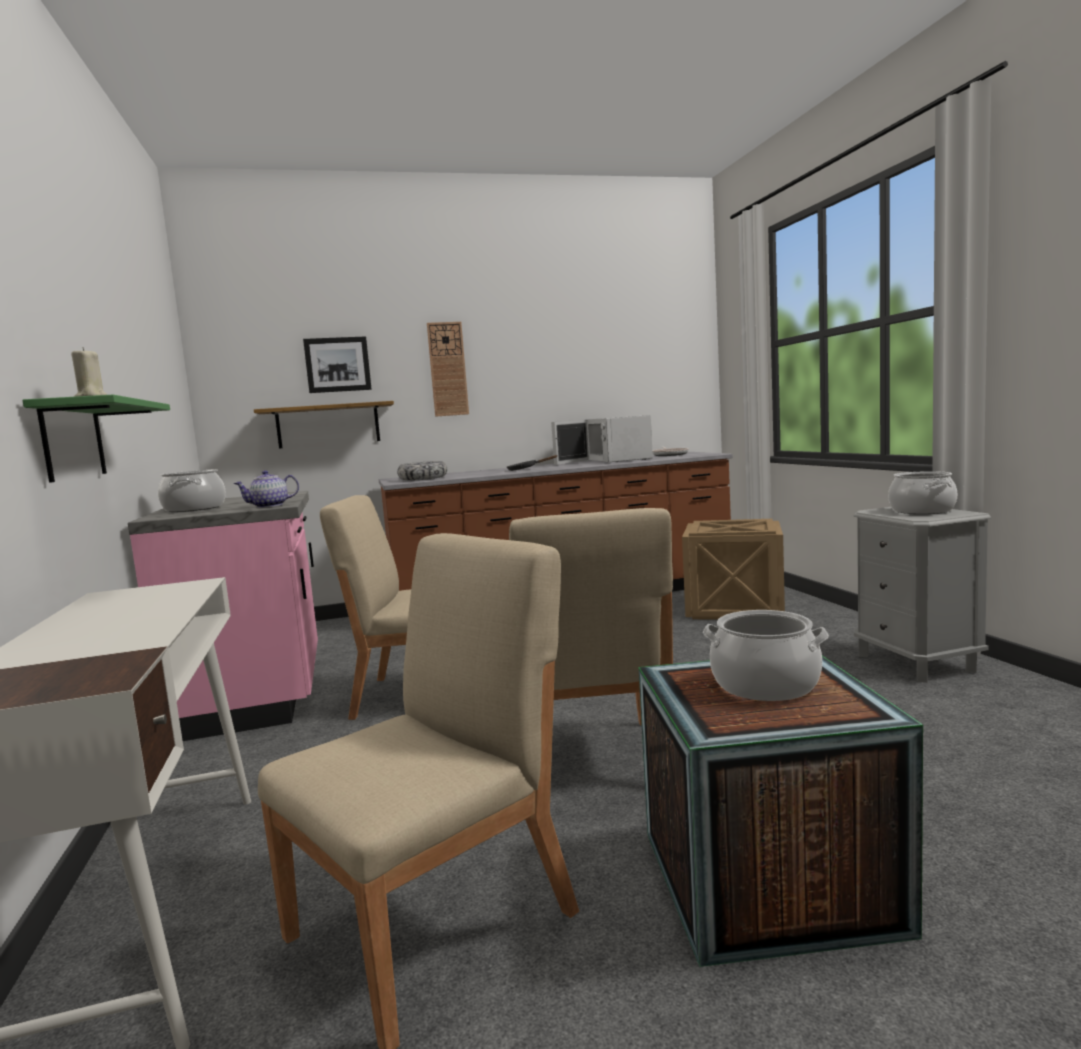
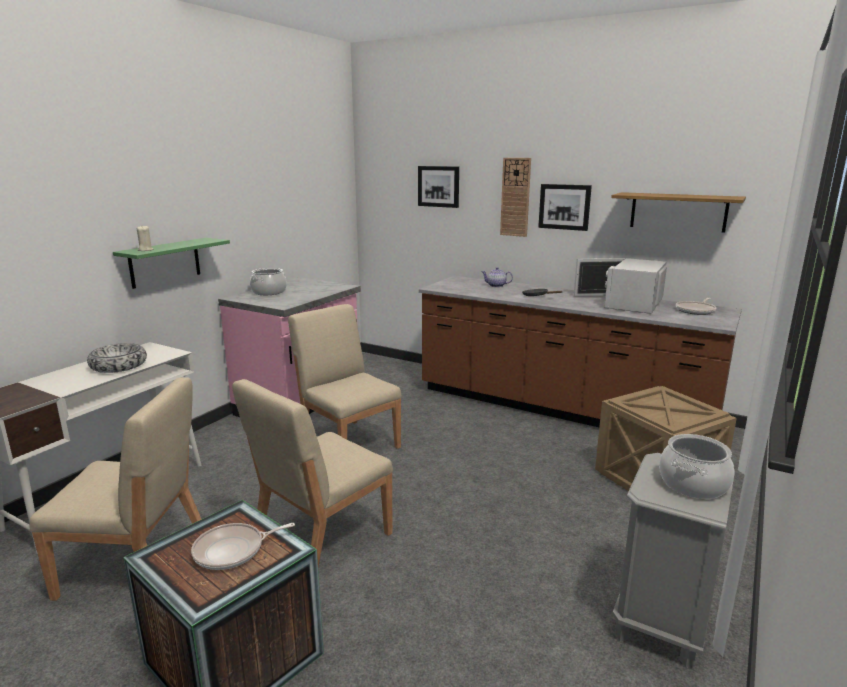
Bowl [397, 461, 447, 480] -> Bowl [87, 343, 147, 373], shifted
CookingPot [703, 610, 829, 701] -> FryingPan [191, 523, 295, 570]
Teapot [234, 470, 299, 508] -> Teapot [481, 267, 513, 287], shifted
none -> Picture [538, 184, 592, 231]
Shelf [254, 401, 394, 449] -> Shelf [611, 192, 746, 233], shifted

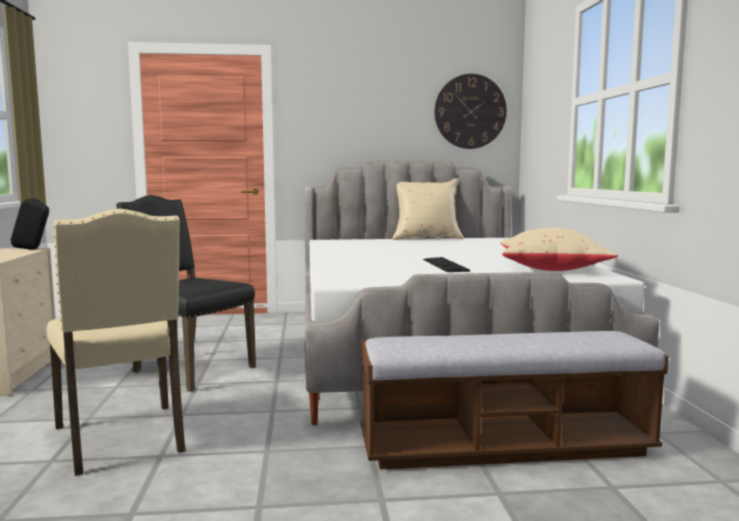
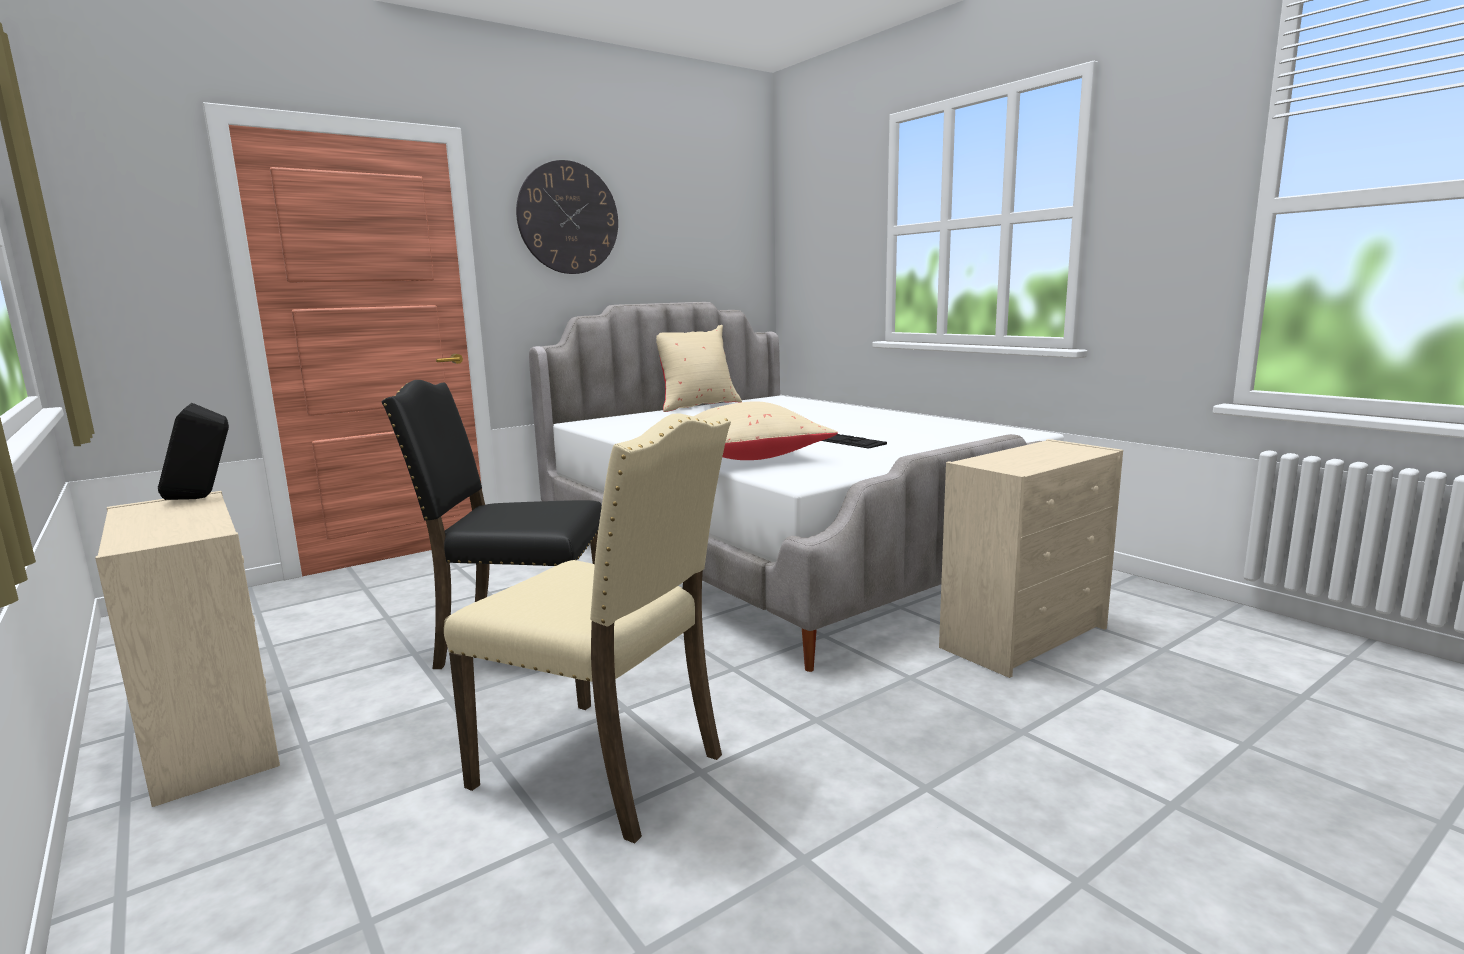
WallClock [435, 74, 507, 149] -> WallClock [516, 160, 618, 274], shifted
BeigePillow [500, 228, 618, 271] -> BeigePillow [693, 401, 838, 460], shifted
Bench [360, 331, 669, 470] -> BeigeDresser [939, 439, 1123, 678]

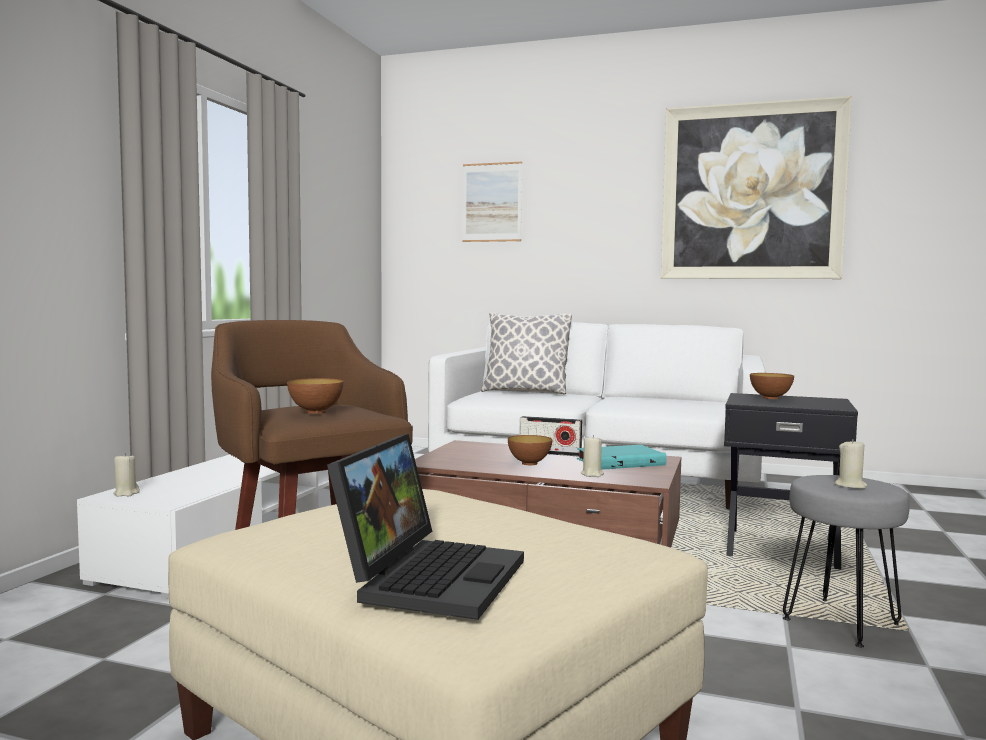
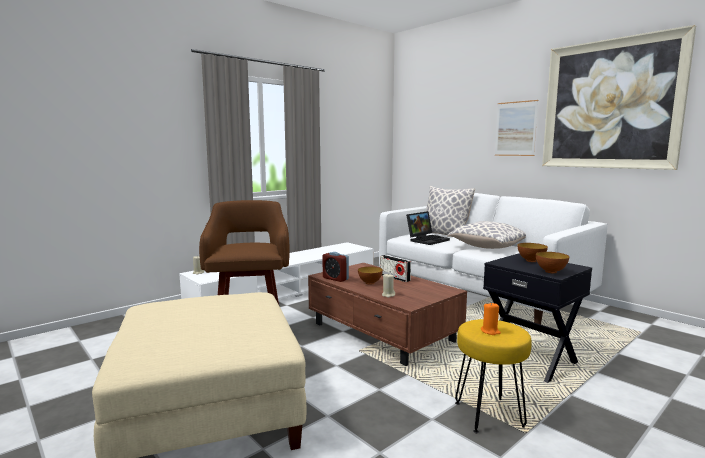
none -> AlarmClock [322, 252, 349, 282]
Laptop [327, 434, 524, 620] -> Laptop [406, 211, 450, 245], shifted
none -> Pillow [447, 221, 526, 249]
GreyStool [783, 475, 910, 647] -> YellowStool [455, 319, 532, 433]
BeigeCandle [835, 439, 867, 489] -> OrangeCandle [481, 303, 501, 335]
Picture [463, 162, 522, 242] -> Picture [495, 100, 538, 156], shifted
Bowl [287, 378, 344, 414] -> Bowl [536, 252, 569, 273], shifted
TurquoiseBook [577, 445, 667, 470] -> none

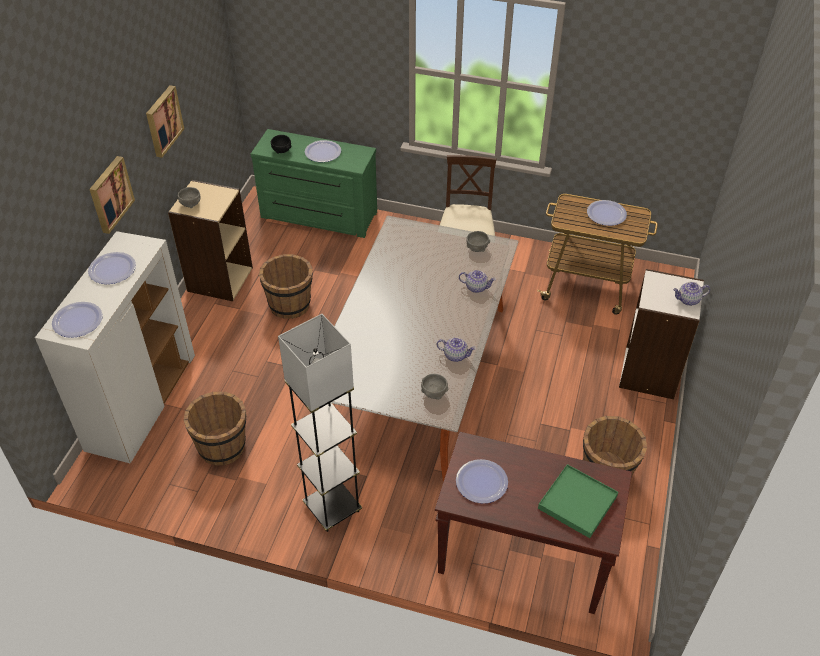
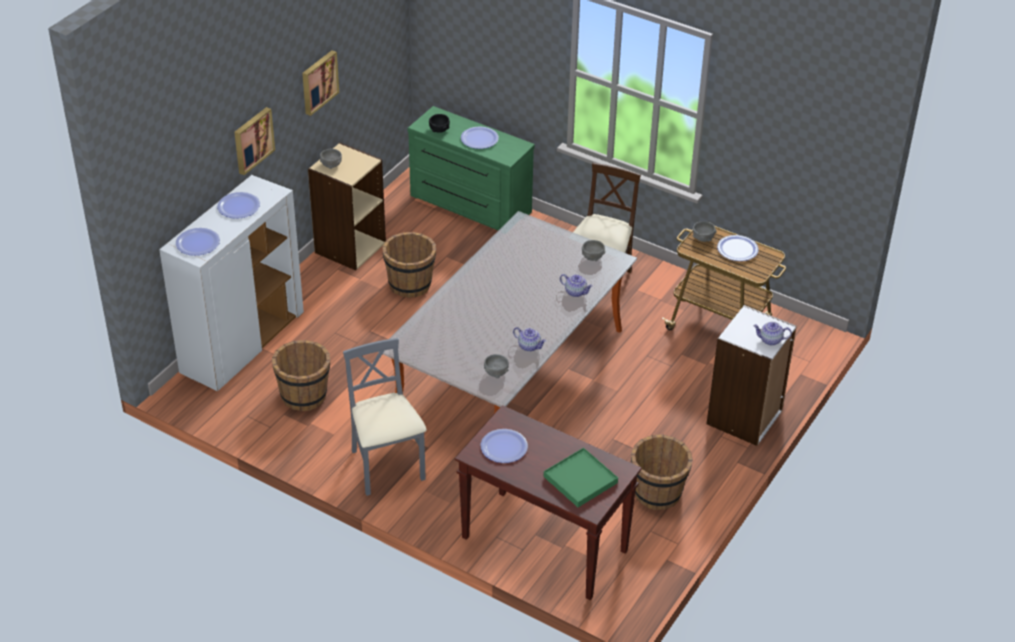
GreyFloorLamp [278, 314, 362, 532] -> GreyChair [343, 338, 427, 496]
none -> GreyBowl [693, 221, 717, 242]

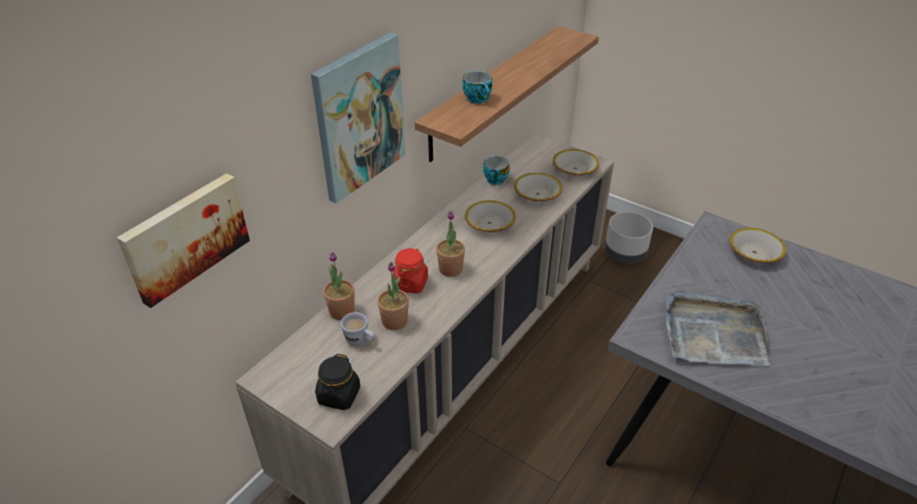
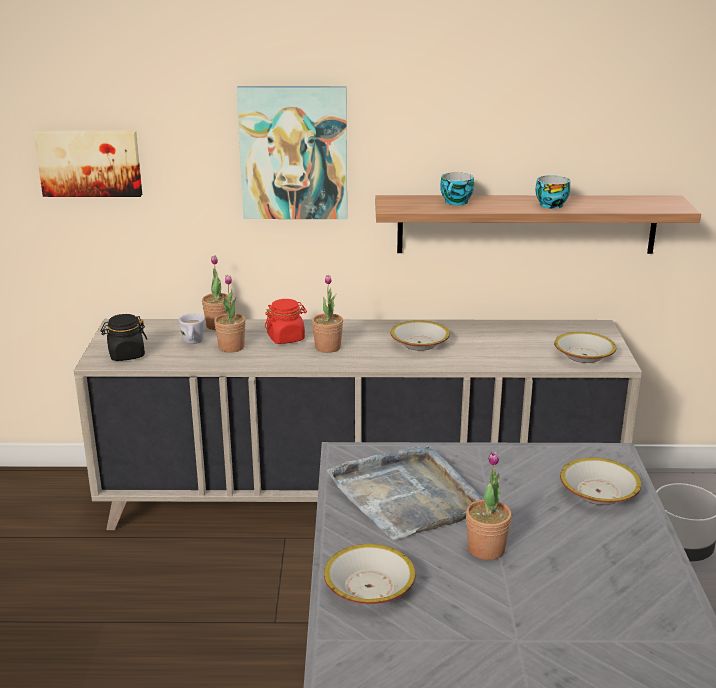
Bowl [514, 173, 562, 202] -> Bowl [324, 544, 416, 604], shifted
none -> PottedPlant [466, 451, 512, 560]
Cup [483, 156, 510, 185] -> Cup [536, 175, 570, 209], shifted

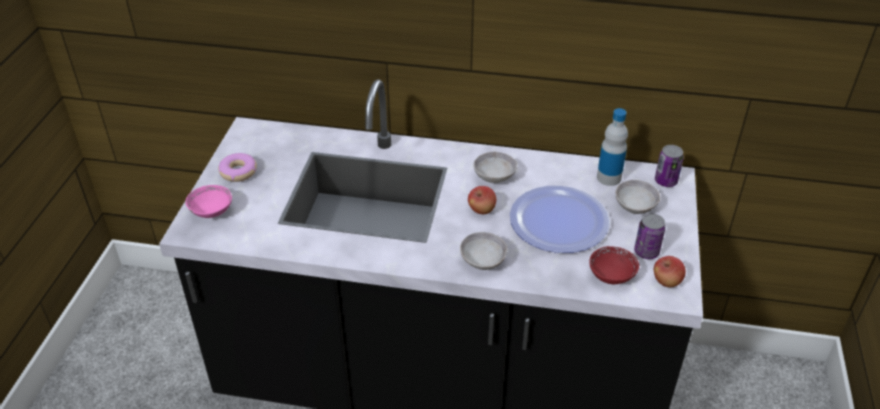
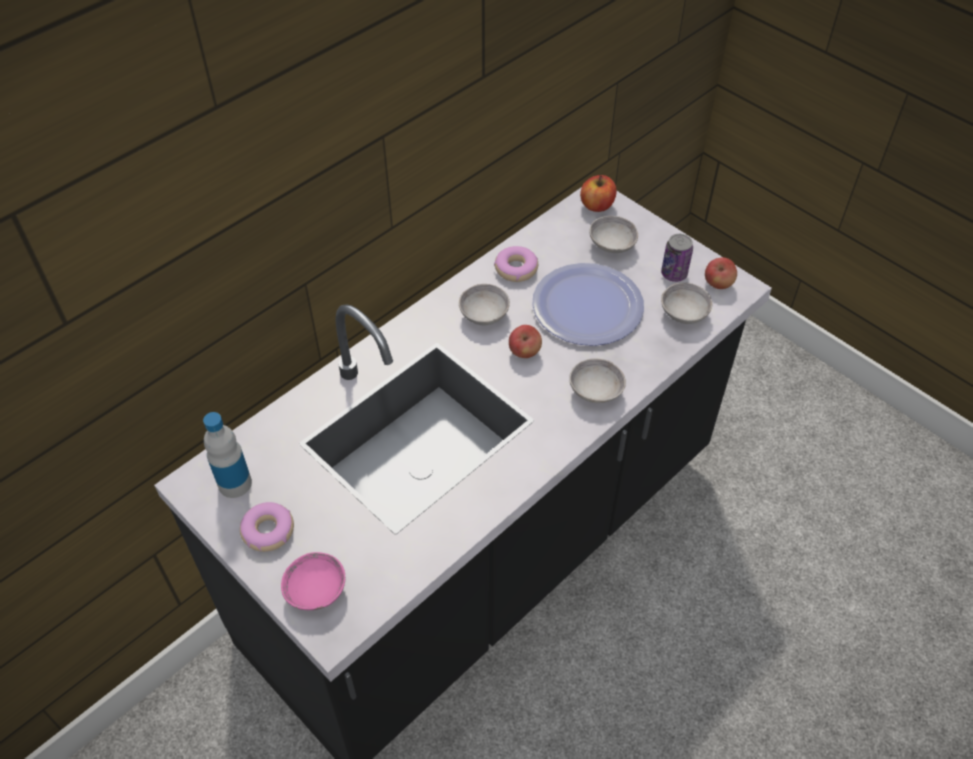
Bottle [597, 108, 628, 186] -> Bottle [203, 412, 252, 498], shifted
none -> Donut [494, 246, 538, 282]
Can [655, 145, 684, 187] -> Apple [580, 175, 617, 212]
RedBowl [589, 246, 639, 284] -> GreyBowl [661, 282, 712, 324]

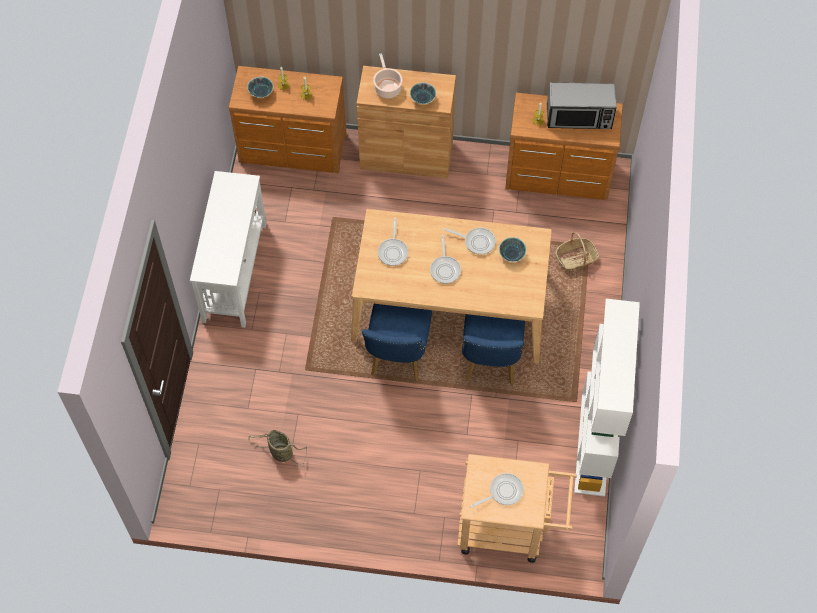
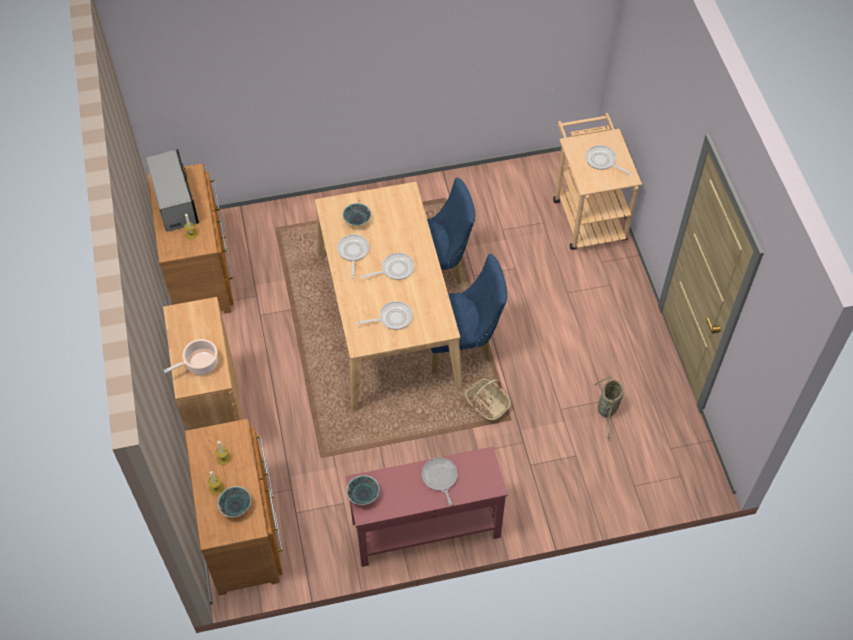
WhiteConsoleTable [190, 171, 267, 328] -> RedConsoleTable [345, 446, 507, 567]
Bowl [410, 82, 436, 104] -> Bowl [346, 475, 380, 505], shifted
none -> FryingPan [422, 457, 458, 505]
Basket [555, 232, 599, 271] -> Basket [465, 379, 511, 422], shifted
WhiteBookcase [574, 299, 640, 497] -> none

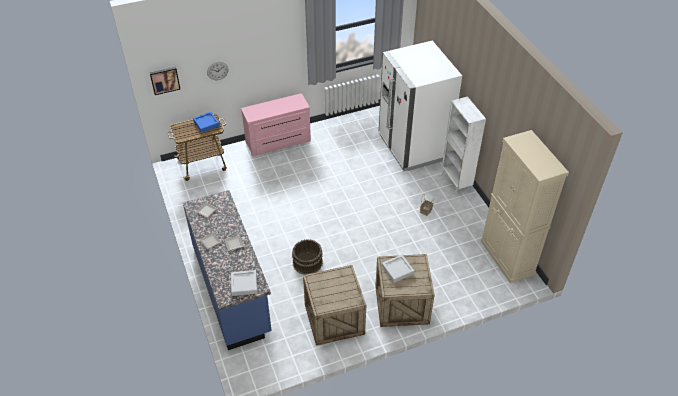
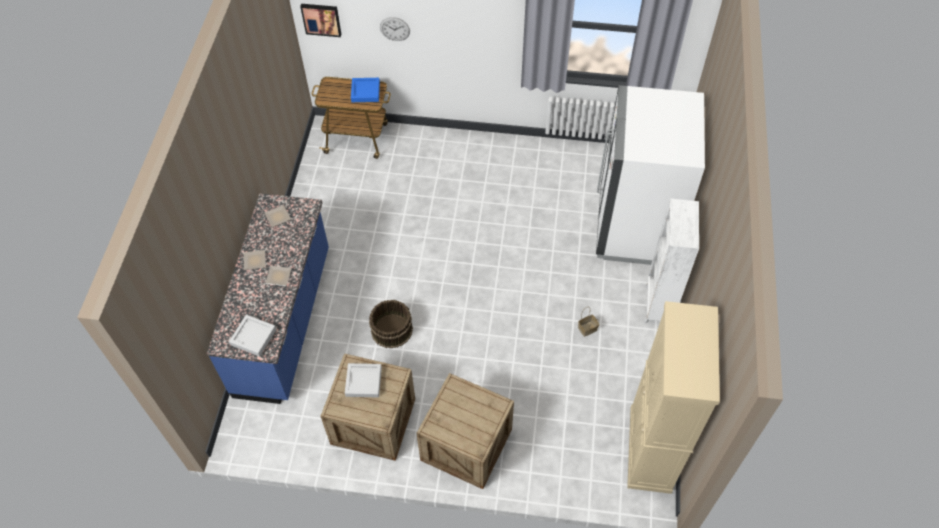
GreyTray [382, 255, 414, 283] -> GreyTray [345, 363, 382, 397], shifted
PinkDresser [241, 93, 311, 157] -> none

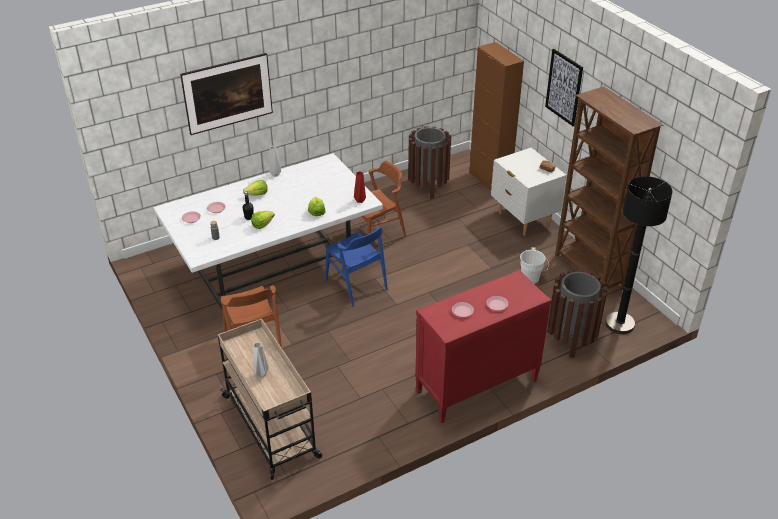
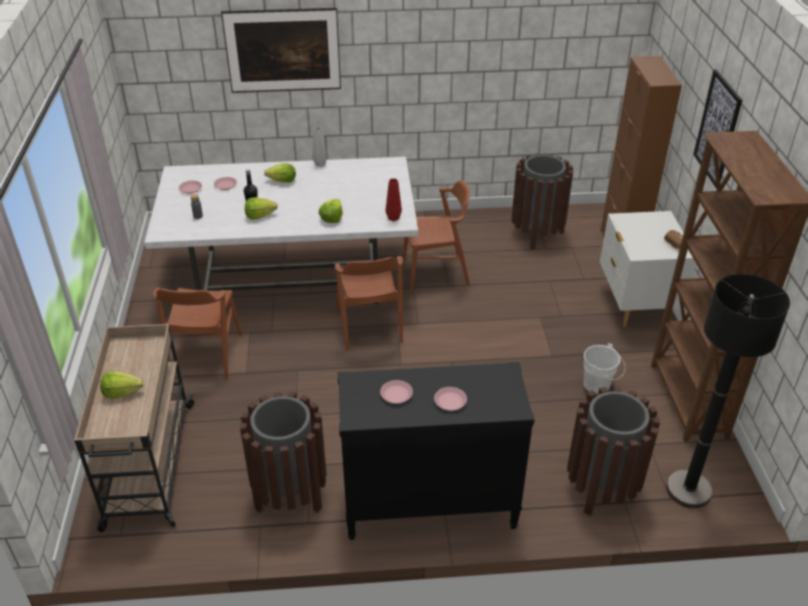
GreyVase [253, 342, 269, 378] -> Lettuce [100, 372, 144, 398]
none -> BrownTrashCan [240, 392, 327, 513]
BlueChair [325, 226, 388, 307] -> BrownChair [335, 256, 403, 351]
RedDresser [415, 270, 552, 424] -> BlackDresser [338, 362, 535, 540]

